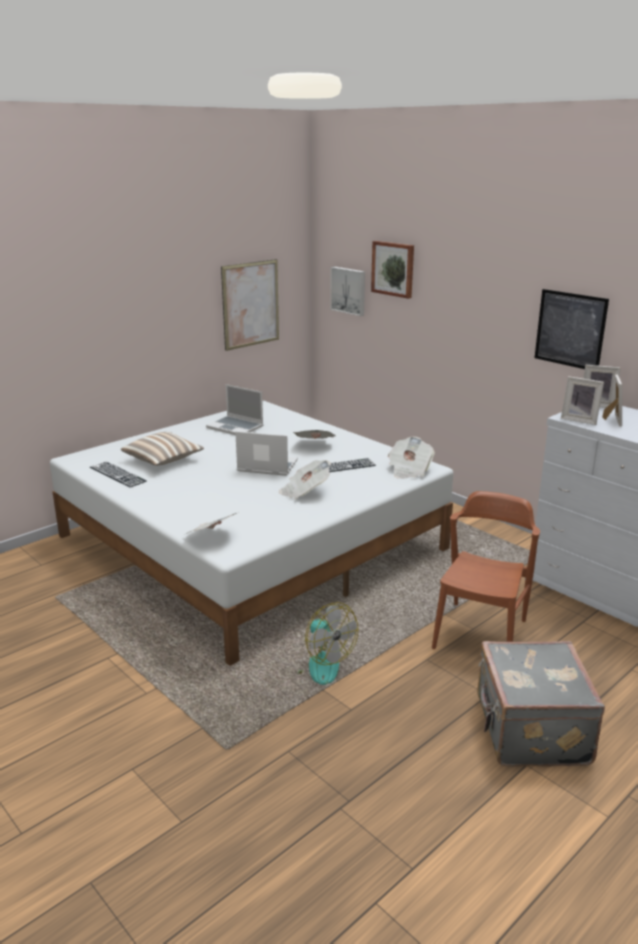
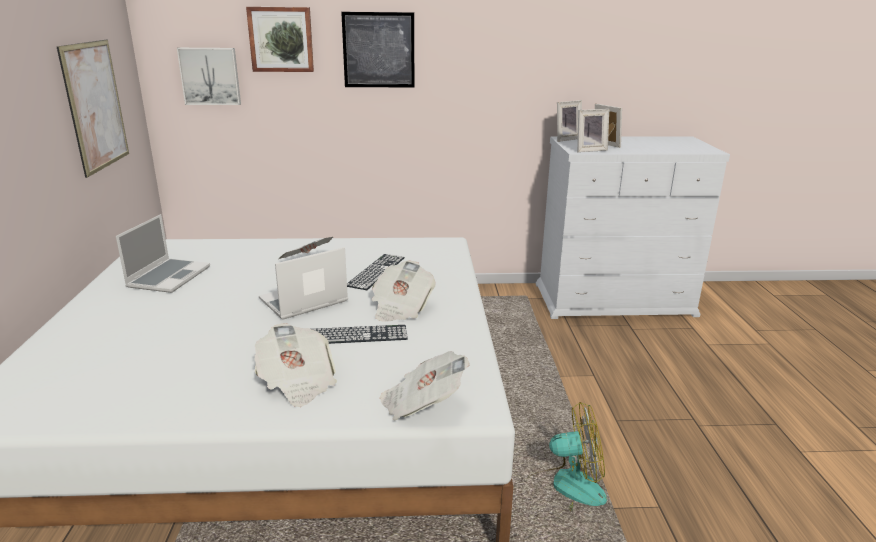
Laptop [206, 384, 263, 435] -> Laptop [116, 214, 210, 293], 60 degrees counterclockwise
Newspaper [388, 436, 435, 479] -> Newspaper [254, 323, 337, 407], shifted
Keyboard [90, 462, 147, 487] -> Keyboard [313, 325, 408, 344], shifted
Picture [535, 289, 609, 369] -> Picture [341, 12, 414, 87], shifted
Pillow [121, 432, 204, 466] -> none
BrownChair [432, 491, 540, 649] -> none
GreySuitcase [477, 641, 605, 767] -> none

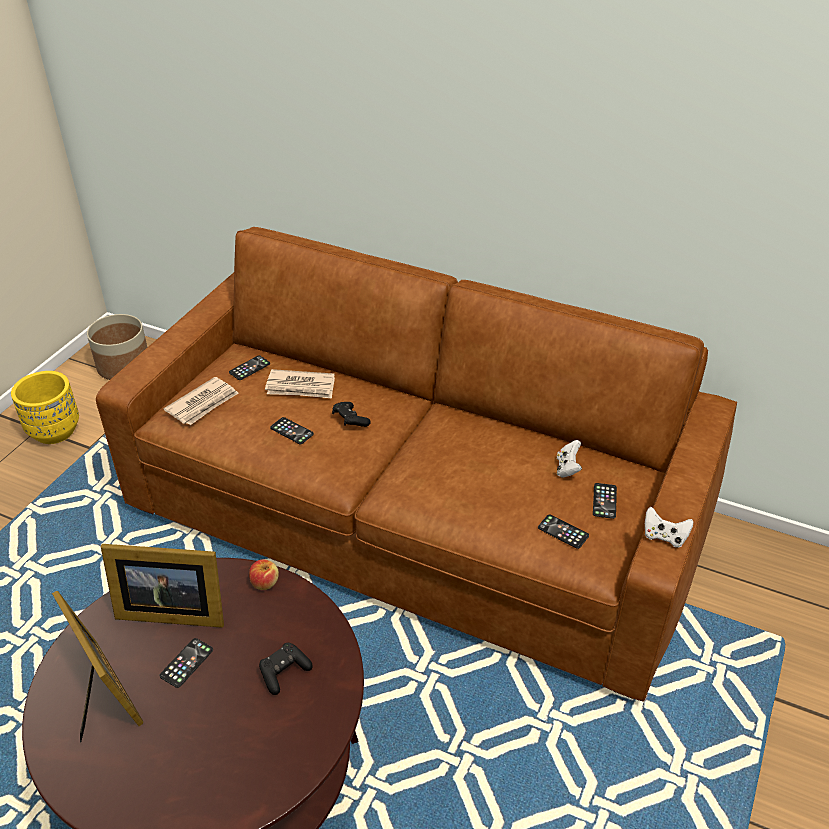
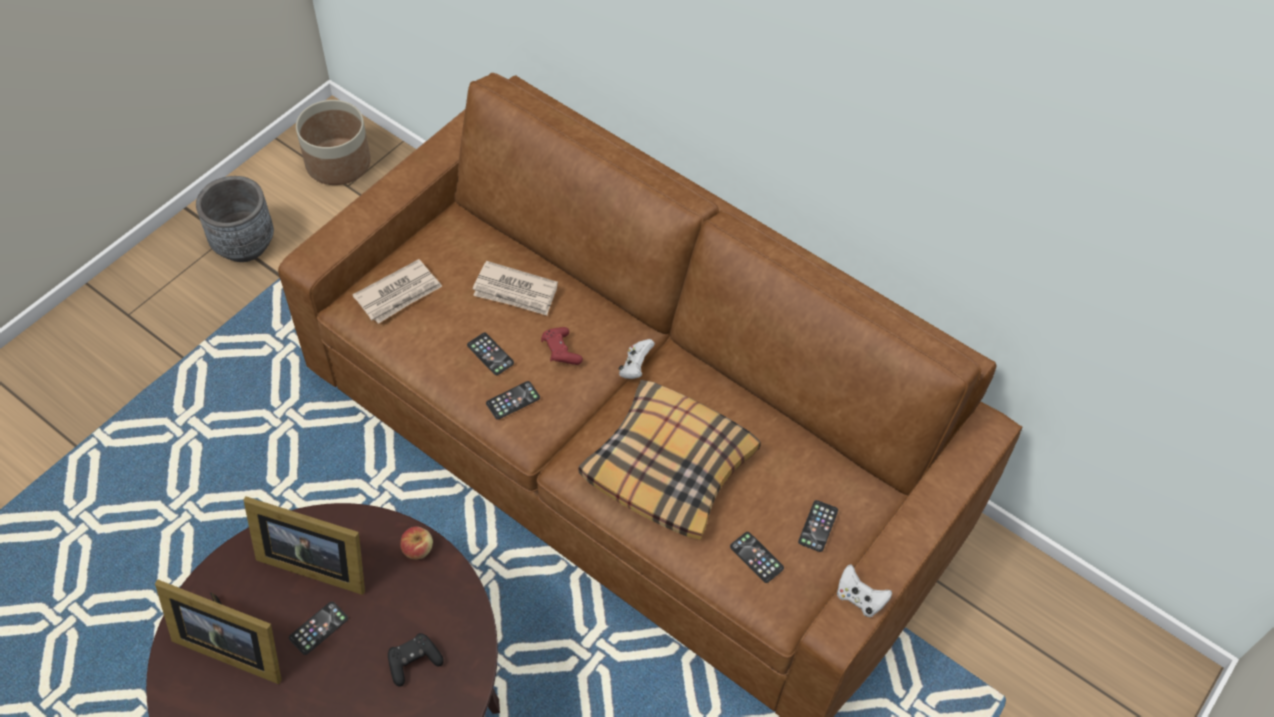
PictureFrame [52, 591, 143, 743] -> PictureFrame [155, 580, 282, 684], 135 degrees clockwise
YellowPlanter [11, 371, 79, 444] -> GreyPlanter [196, 176, 274, 262]
Phone [229, 355, 270, 380] -> Phone [486, 381, 540, 420], shifted
BlackGameController [332, 402, 371, 427] -> RedGameController [541, 327, 583, 365]
none -> Pillow [578, 380, 761, 540]
WhiteGameController [557, 440, 582, 478] -> WhiteGameController [618, 339, 655, 379], shifted

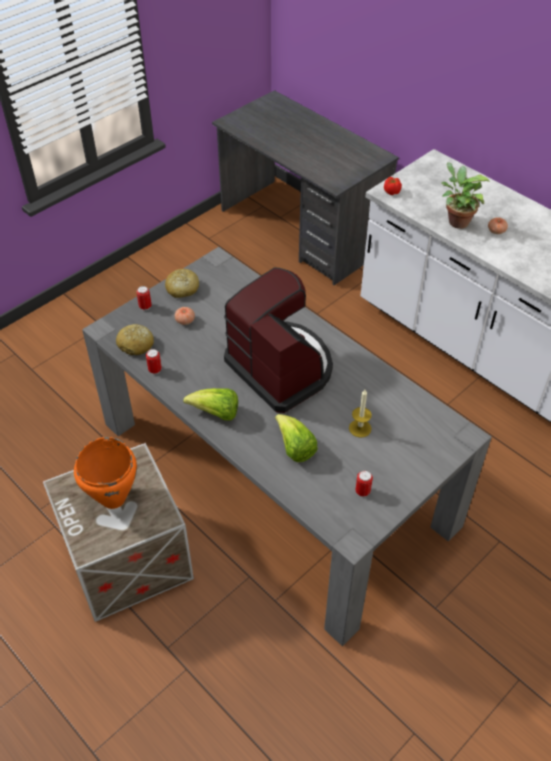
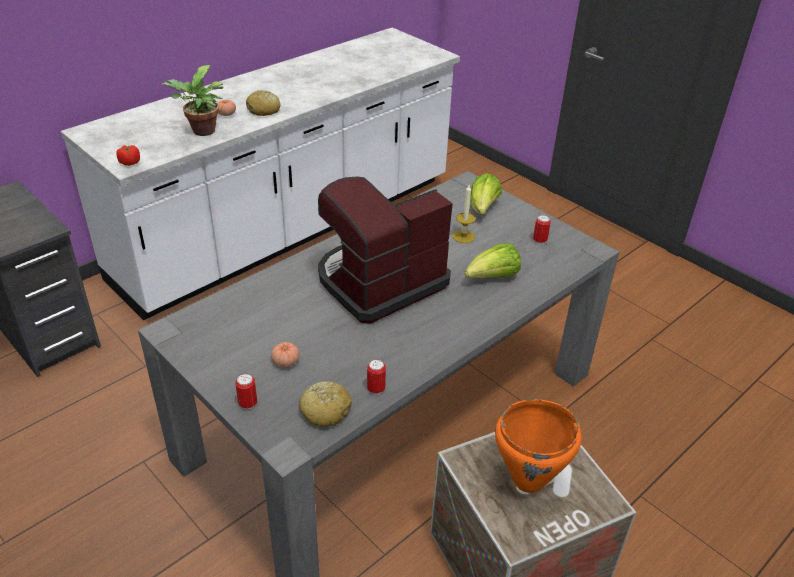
Bread [165, 269, 199, 298] -> Bread [246, 90, 280, 116], shifted
Lettuce [183, 388, 238, 420] -> Lettuce [470, 173, 502, 215], shifted

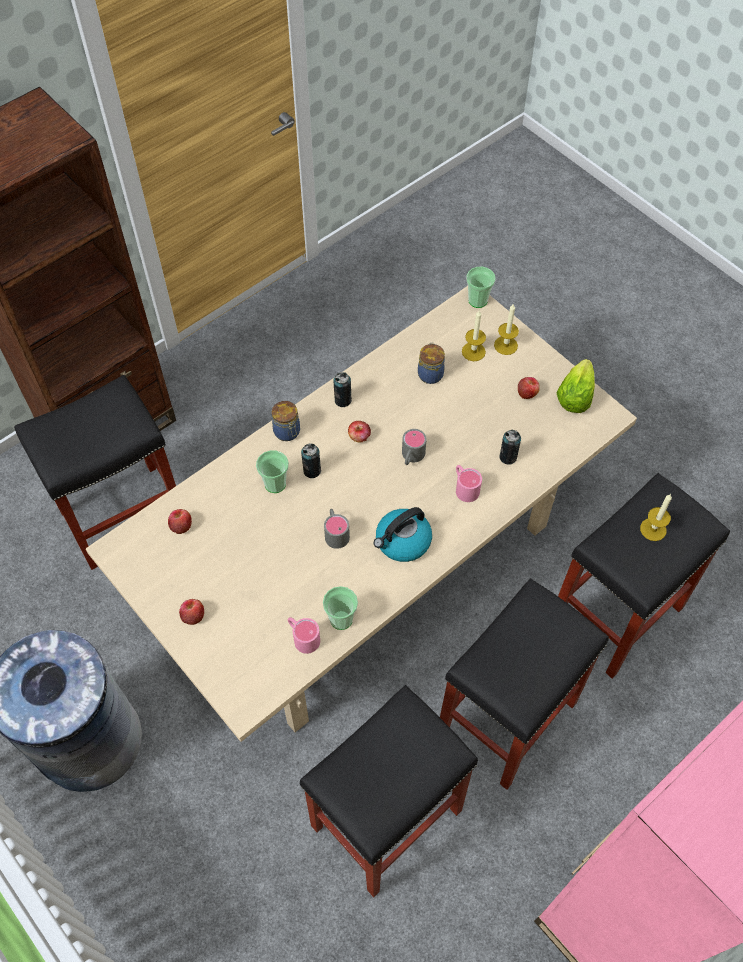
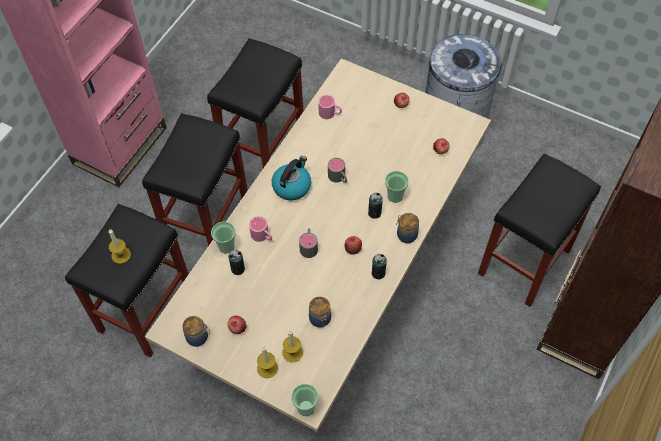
Lettuce [557, 359, 595, 413] -> Jar [183, 316, 210, 347]
Cup [323, 586, 358, 630] -> Cup [211, 221, 236, 254], shifted

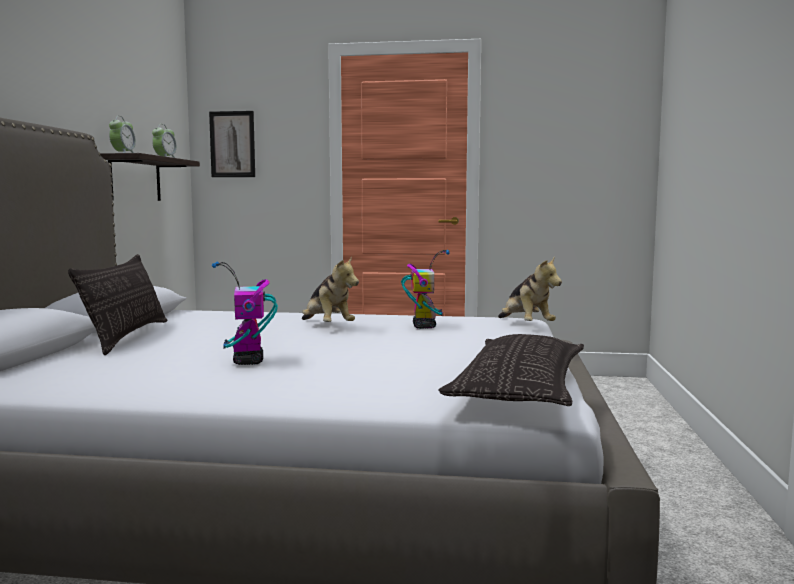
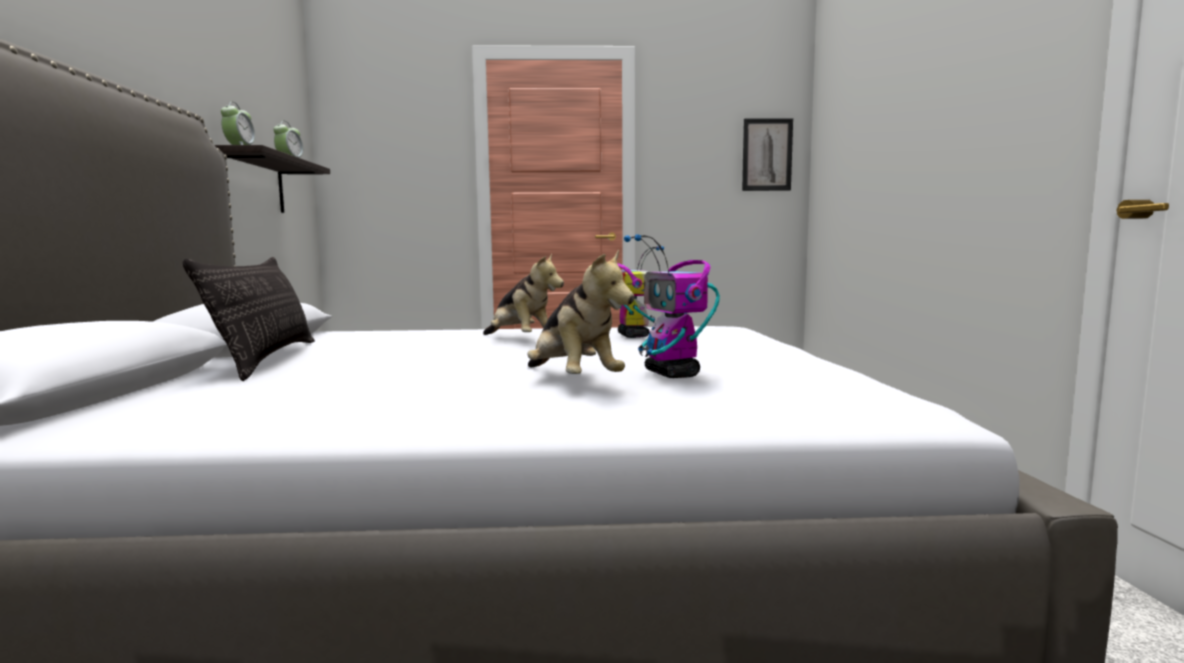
PlushToy [498, 258, 562, 321] -> PlushToy [527, 249, 634, 374], shifted
ToyRobot [212, 261, 278, 365] -> ToyRobot [624, 234, 720, 378], shifted
Picture [209, 111, 255, 177] -> Picture [742, 118, 793, 191], shifted
Pillow [438, 334, 584, 406] -> none

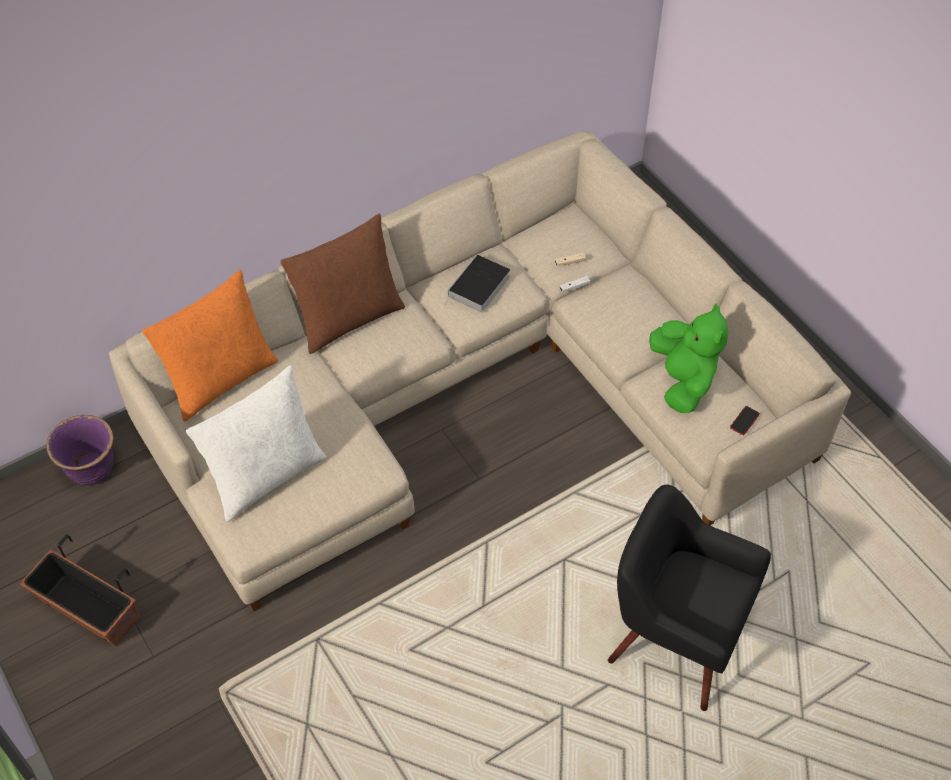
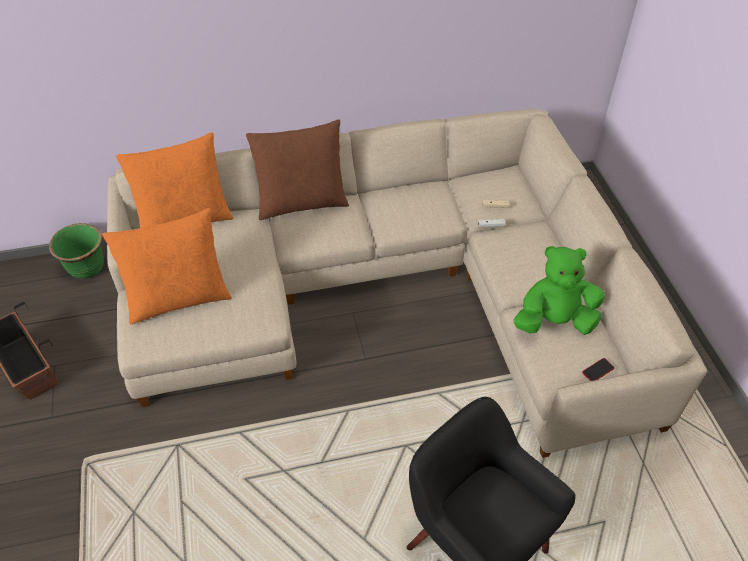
PurplePlanter [46, 415, 113, 485] -> GreenPlanter [49, 223, 104, 279]
WhitePillow [186, 365, 327, 522] -> OrangePillow [102, 208, 232, 324]
GreenPlushToy [649, 304, 728, 413] -> GreenPlushToy [514, 246, 605, 335], 105 degrees counterclockwise
Book [444, 254, 510, 312] -> none

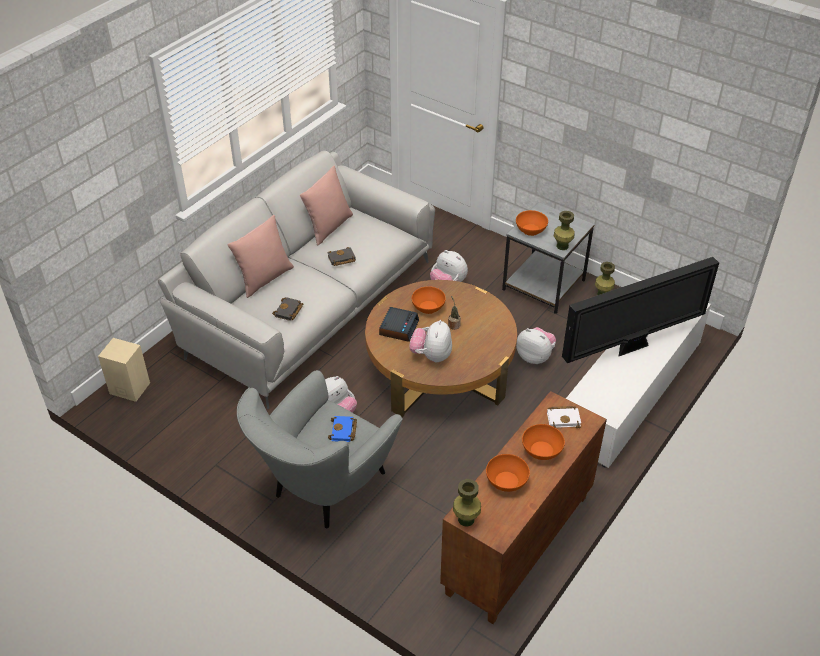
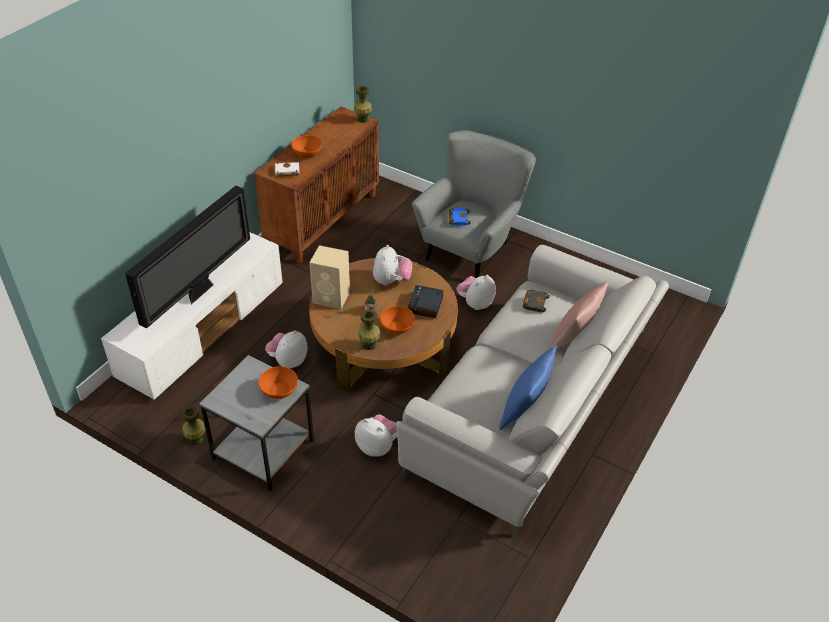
Television [562, 257, 719, 363] -> Television [125, 186, 250, 328], 150 degrees clockwise
PlushToy [516, 327, 556, 364] -> PlushToy [265, 330, 308, 368], 90 degrees clockwise
BeigeSpeaker [98, 338, 150, 402] -> BeigeSpeaker [309, 245, 350, 309], shifted
GreenVase [554, 211, 574, 250] -> GreenVase [358, 309, 381, 350], shifted
PinkPillow [300, 165, 353, 245] -> BluePillow [499, 345, 557, 430]
BlackBook [328, 247, 356, 266] -> none
OrangeBowl [486, 454, 530, 492] -> none

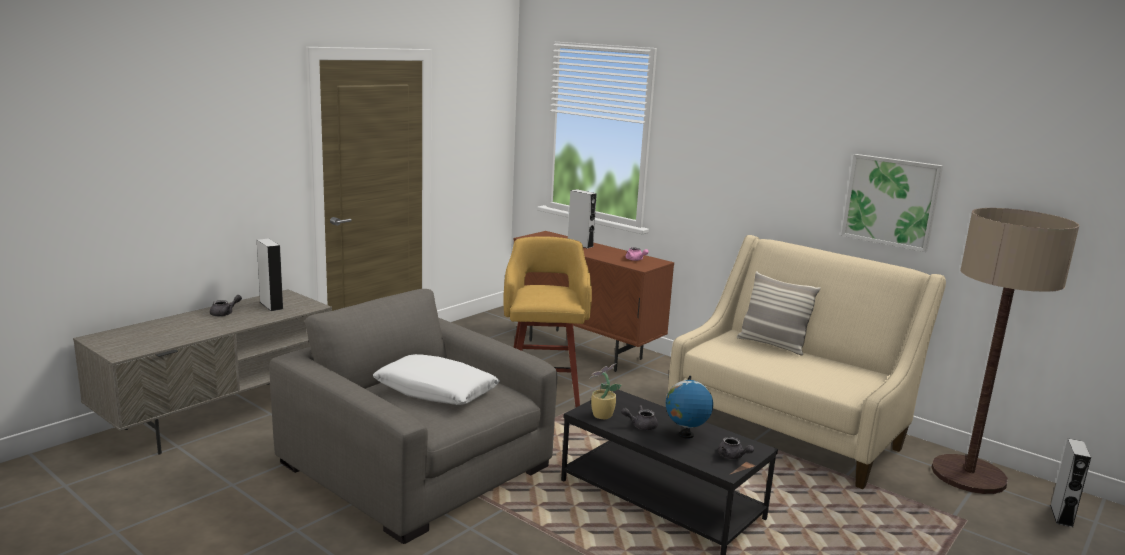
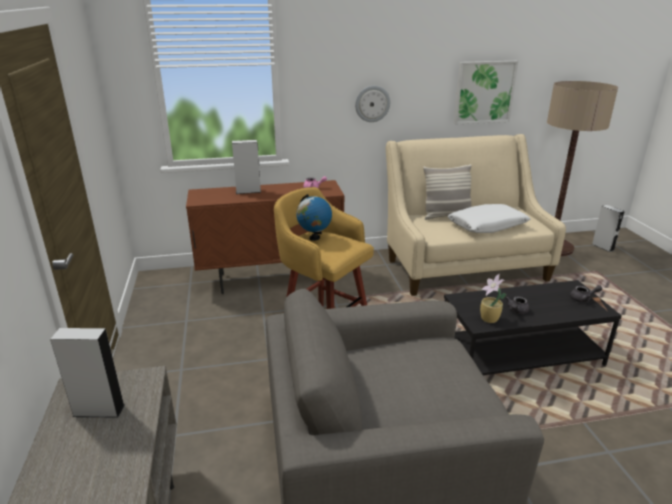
Globe [666, 376, 713, 439] -> Globe [296, 194, 332, 241], shifted
none -> WallClock [355, 86, 390, 122]
WhitePillow [373, 354, 500, 405] -> WhitePillow [448, 204, 530, 233], shifted
GreyTeapot [210, 295, 242, 316] -> none

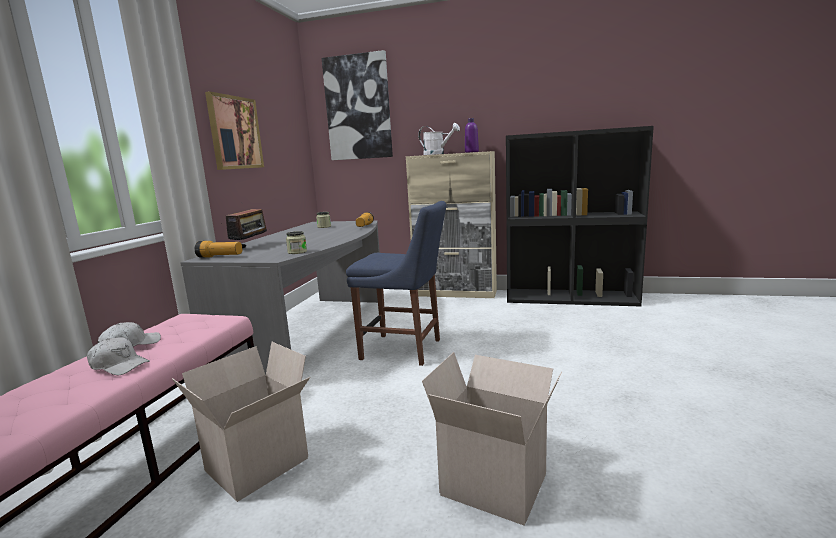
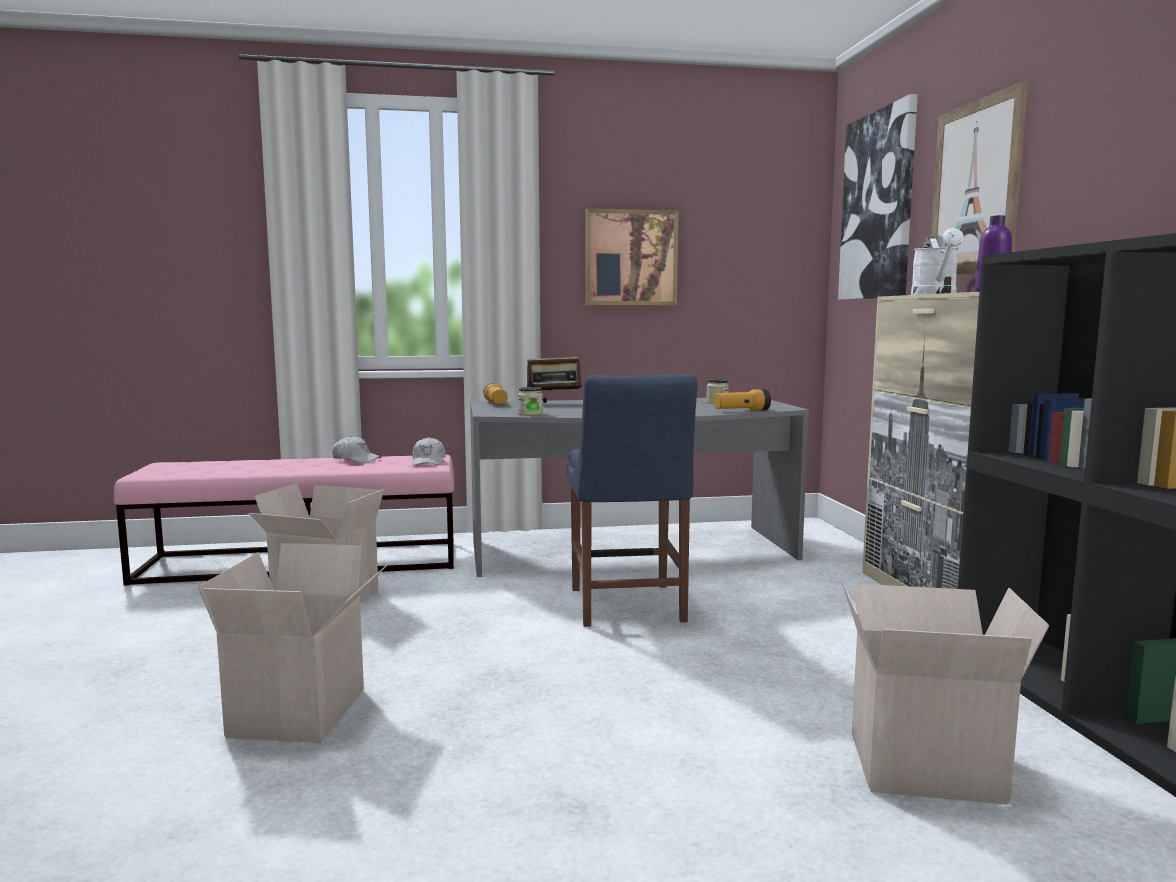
WhiteCap [87, 337, 150, 375] -> WhiteCap [412, 437, 446, 466], shifted
none -> CardboardBox [841, 579, 1050, 805]
none -> Picture [930, 81, 1028, 274]

